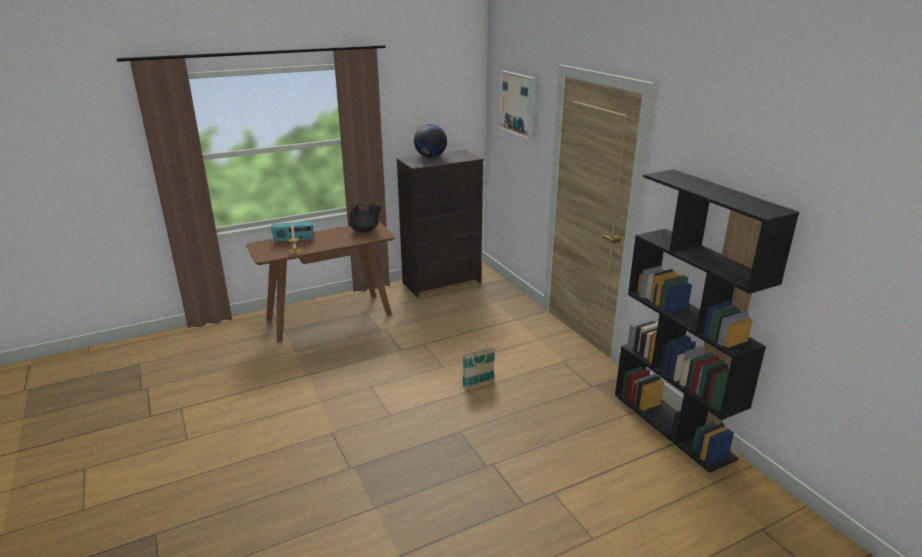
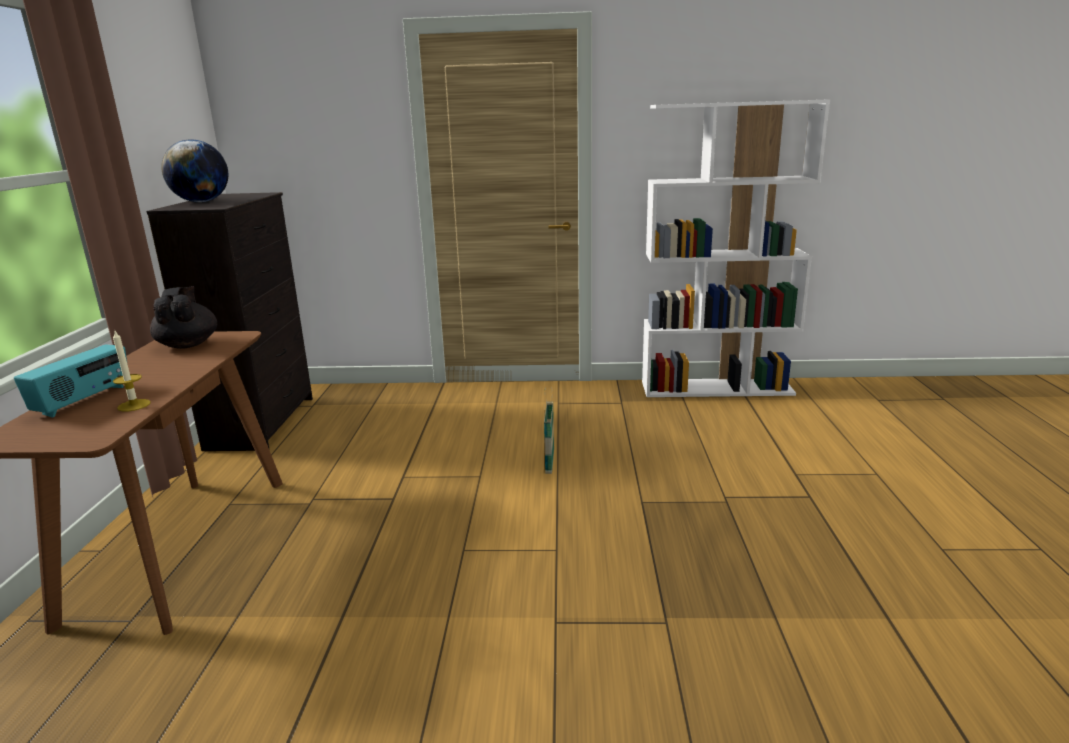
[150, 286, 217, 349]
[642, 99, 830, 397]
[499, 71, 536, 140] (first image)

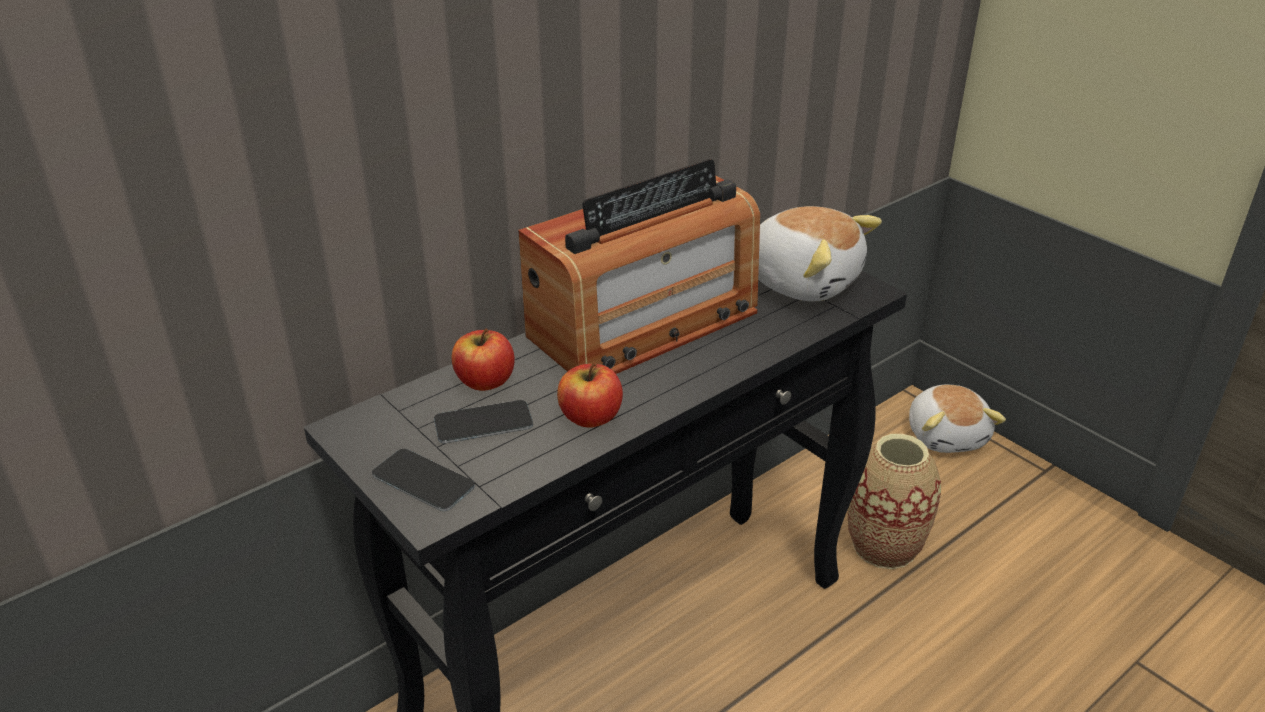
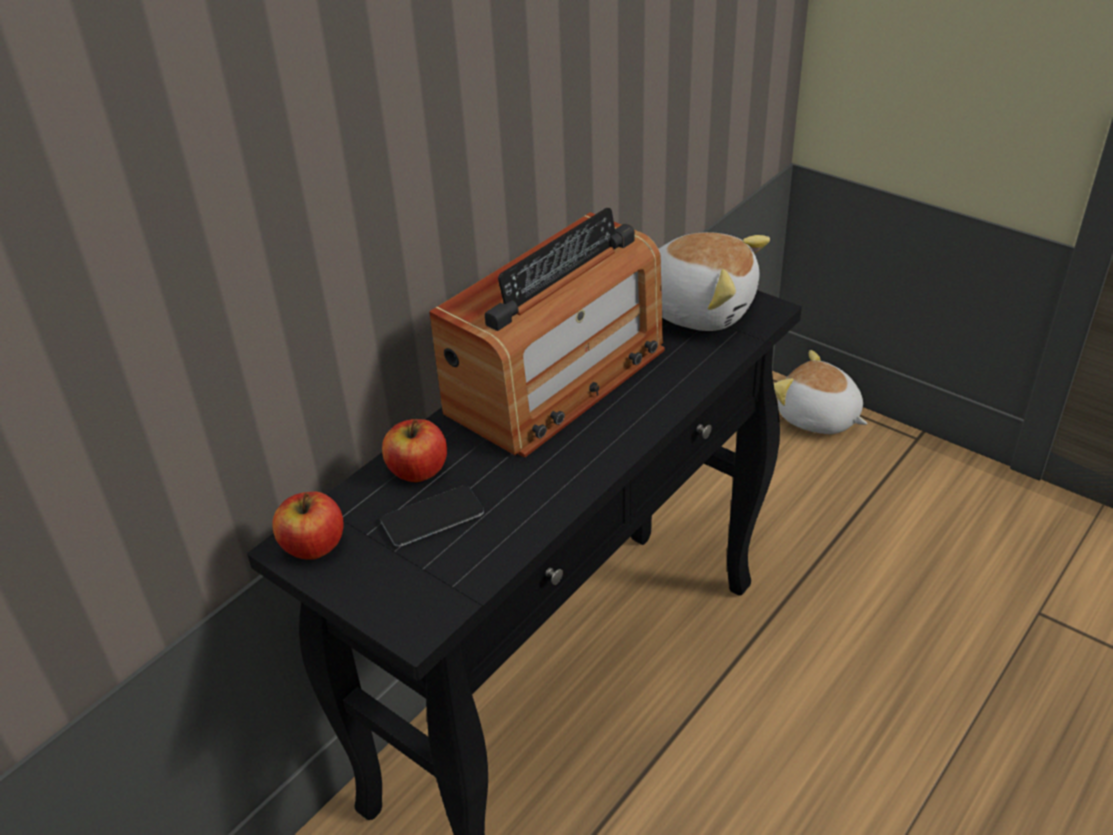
[272, 492, 344, 560]
[774, 350, 867, 434]
[372, 449, 475, 511] (first image)
[848, 434, 941, 569] (first image)

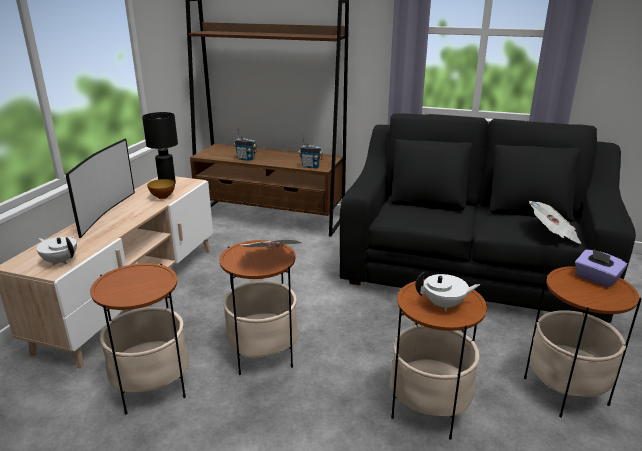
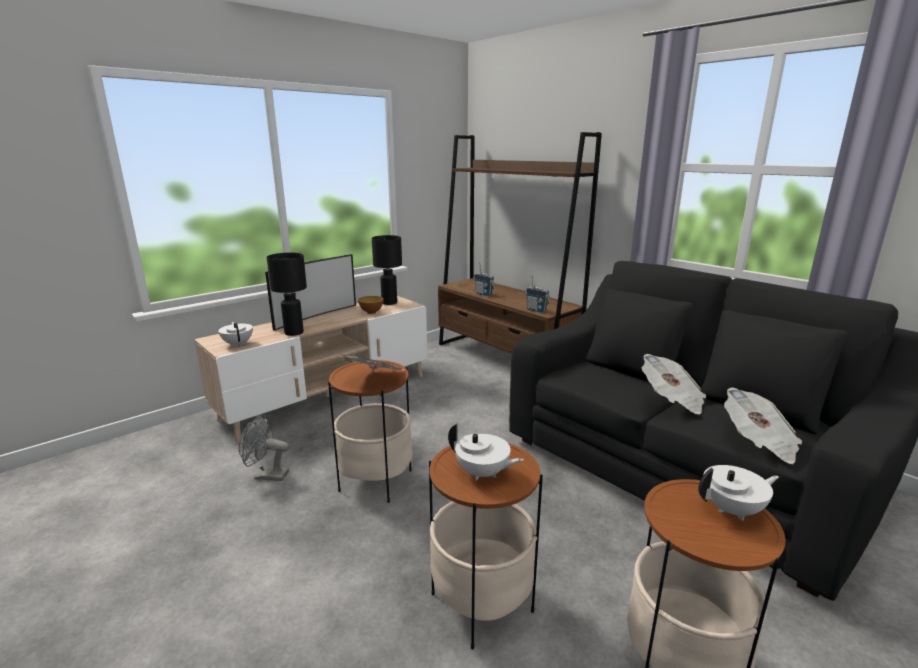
[239, 415, 289, 481]
[267, 253, 307, 336]
[642, 354, 706, 415]
[698, 465, 779, 521]

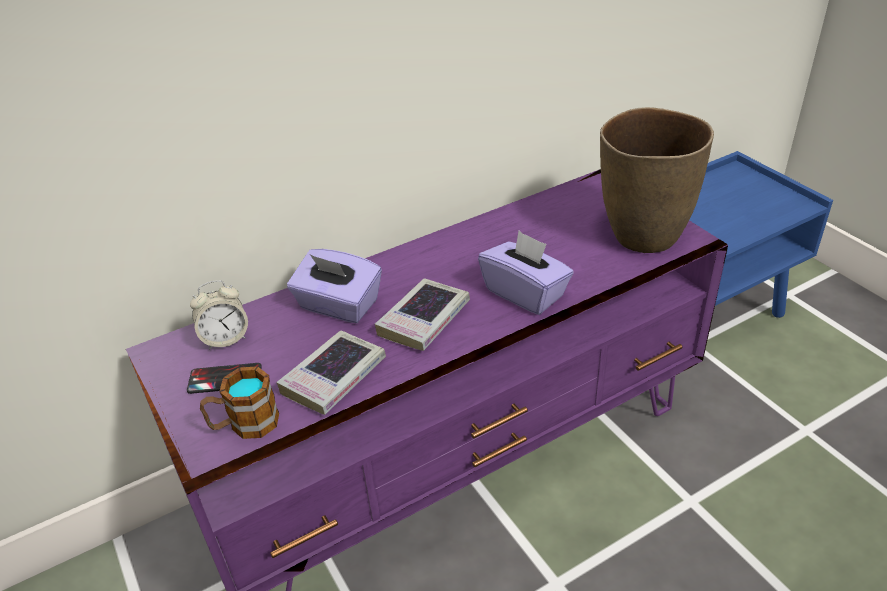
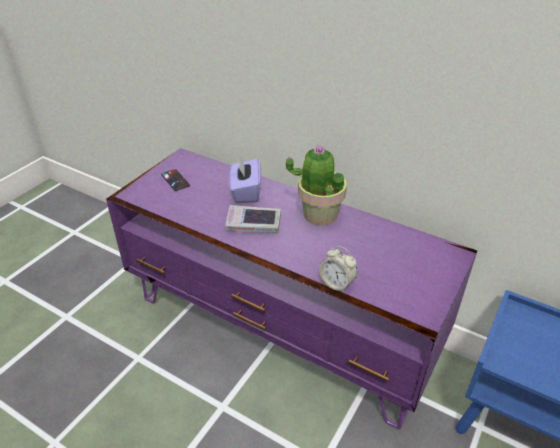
[286, 145, 347, 225]
[319, 246, 357, 293]
[200, 367, 279, 439] (first image)
[276, 330, 386, 415] (first image)
[478, 231, 574, 315] (first image)
[600, 107, 714, 253] (first image)

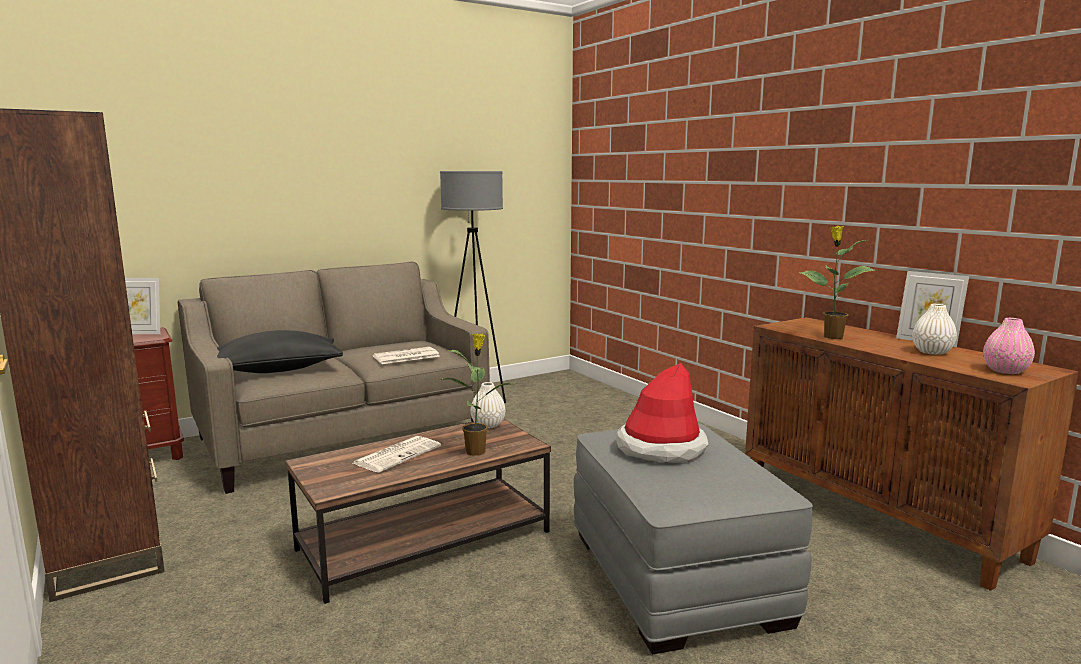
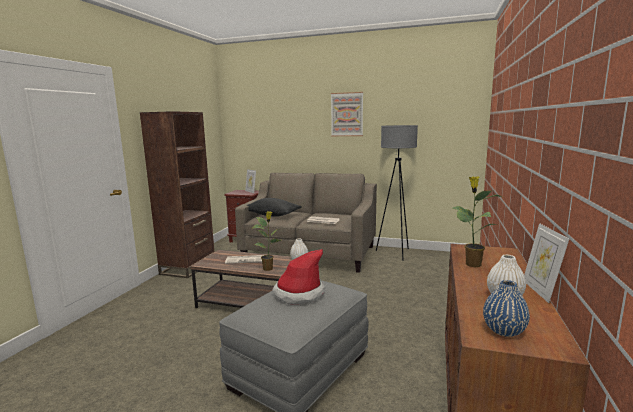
[331, 92, 363, 136]
[483, 280, 530, 337]

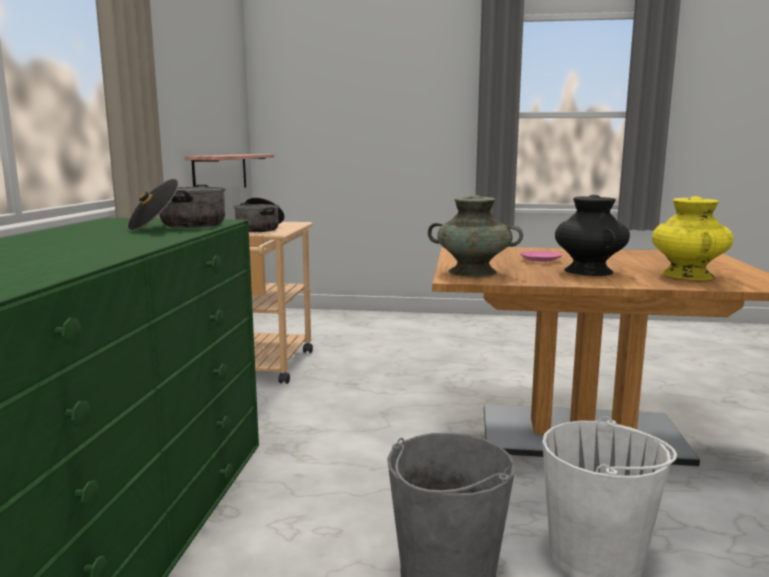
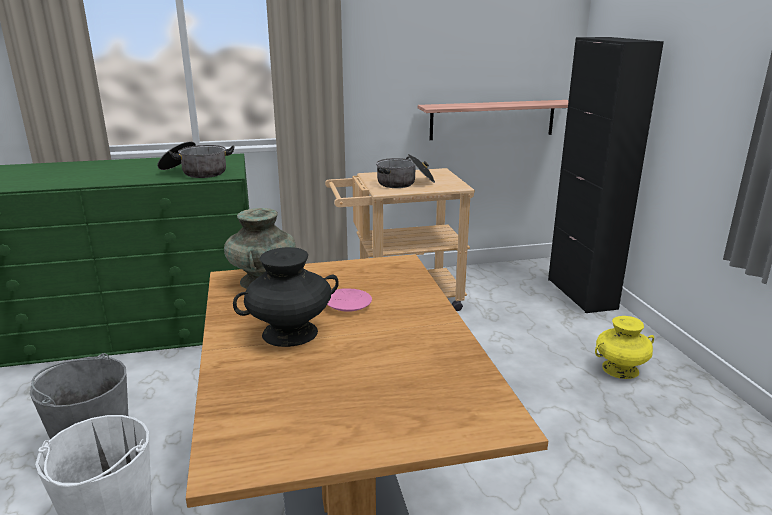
[548, 37, 664, 313]
[595, 316, 654, 379]

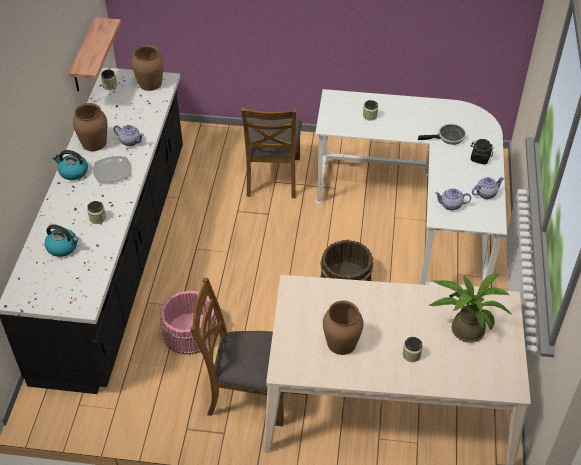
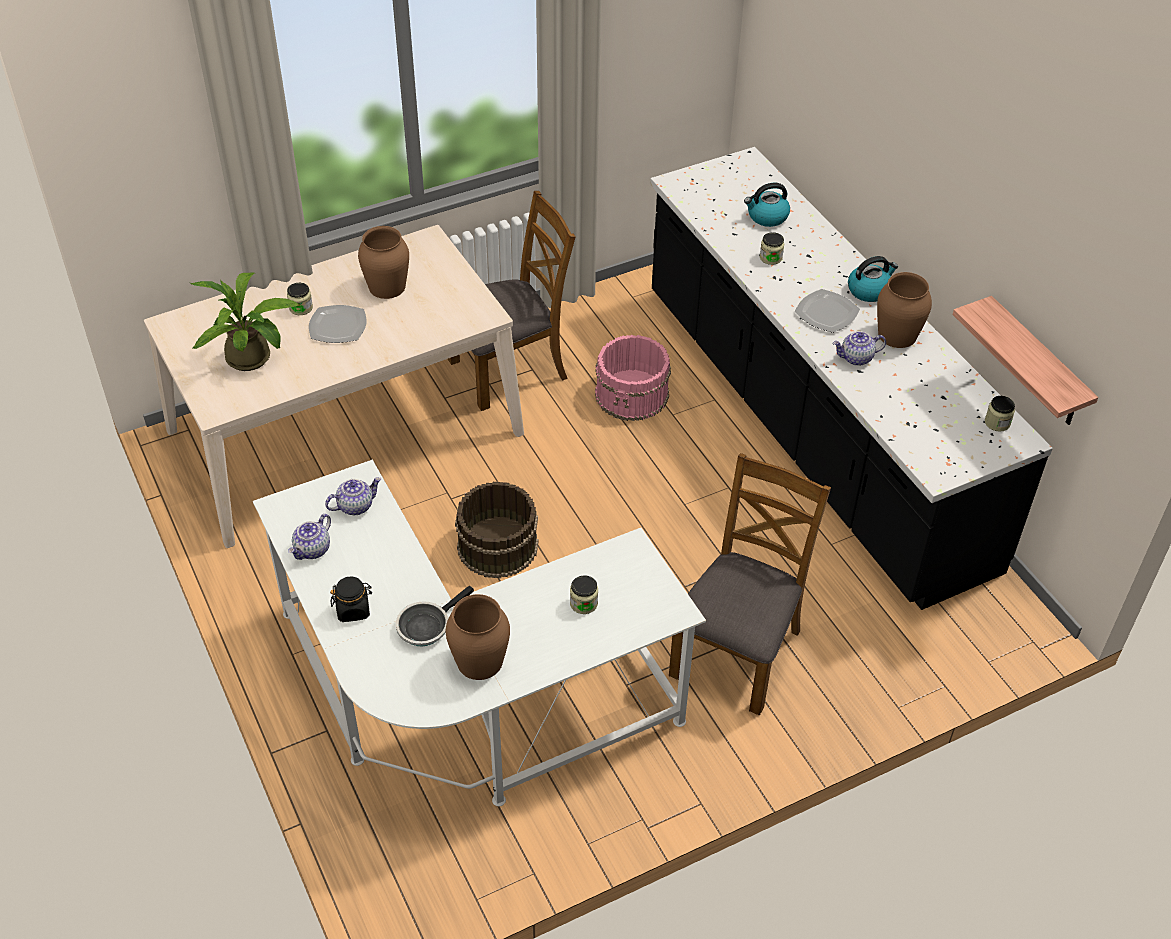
[309, 305, 367, 343]
[446, 594, 510, 680]
[669, 453, 831, 715]

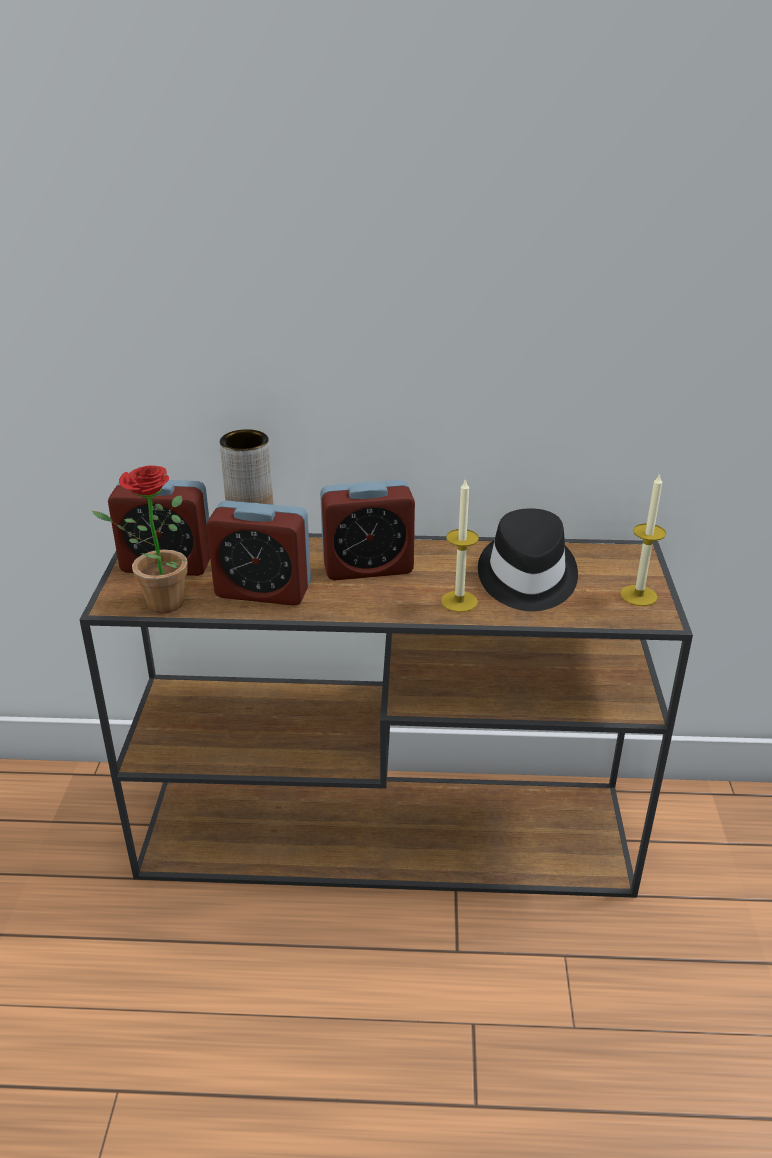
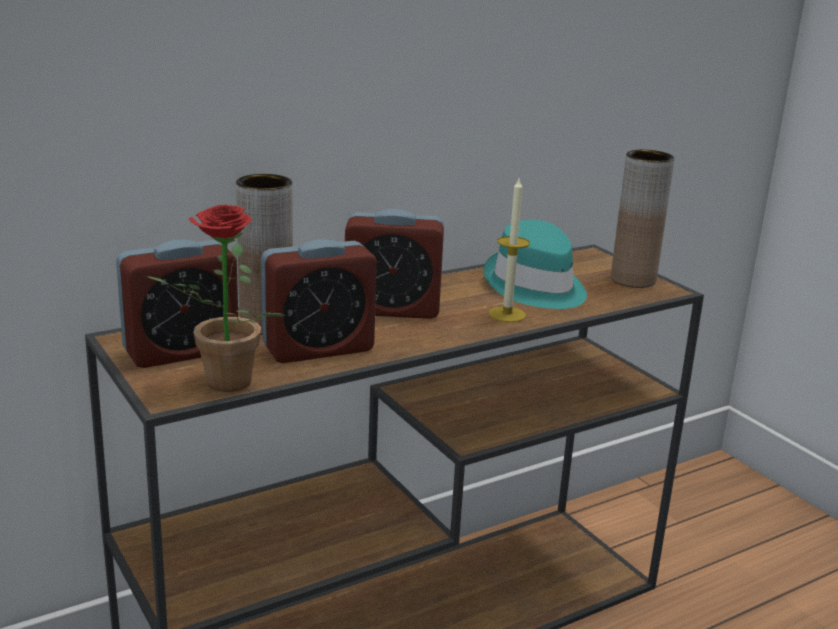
[345, 209, 444, 319]
[483, 220, 587, 309]
[611, 150, 675, 288]

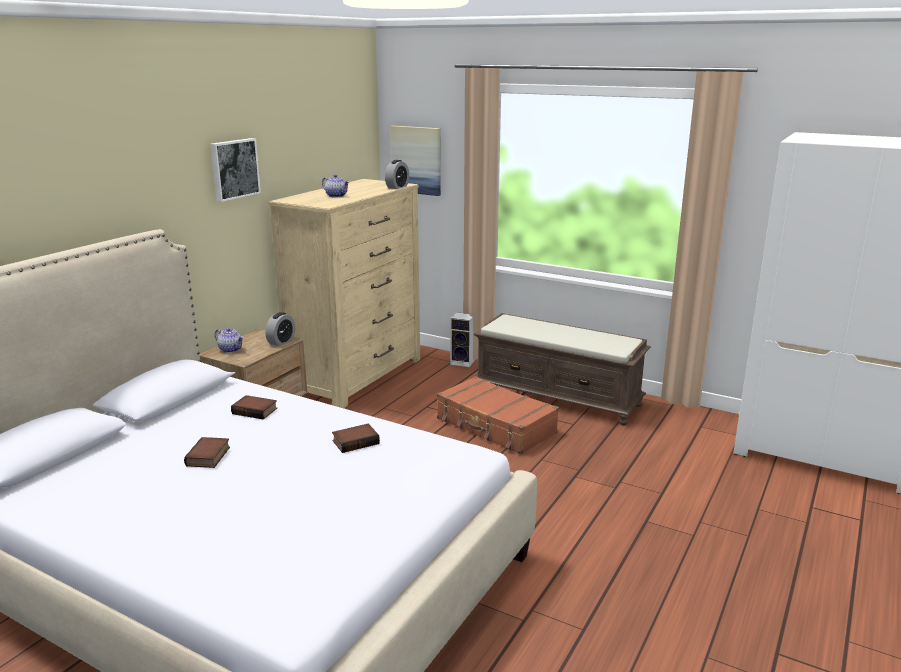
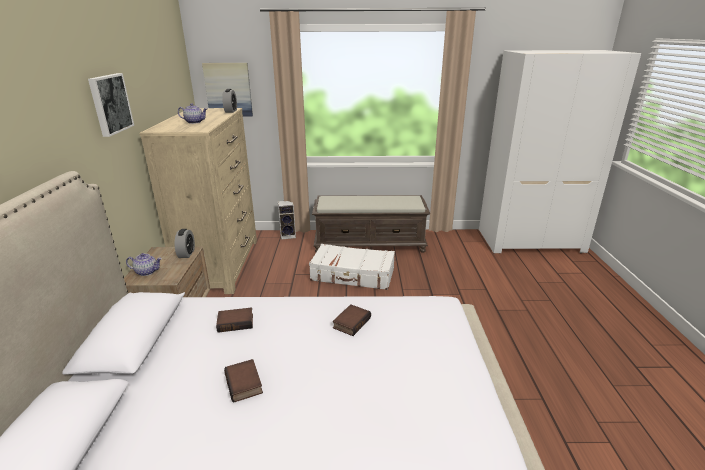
[309, 244, 395, 290]

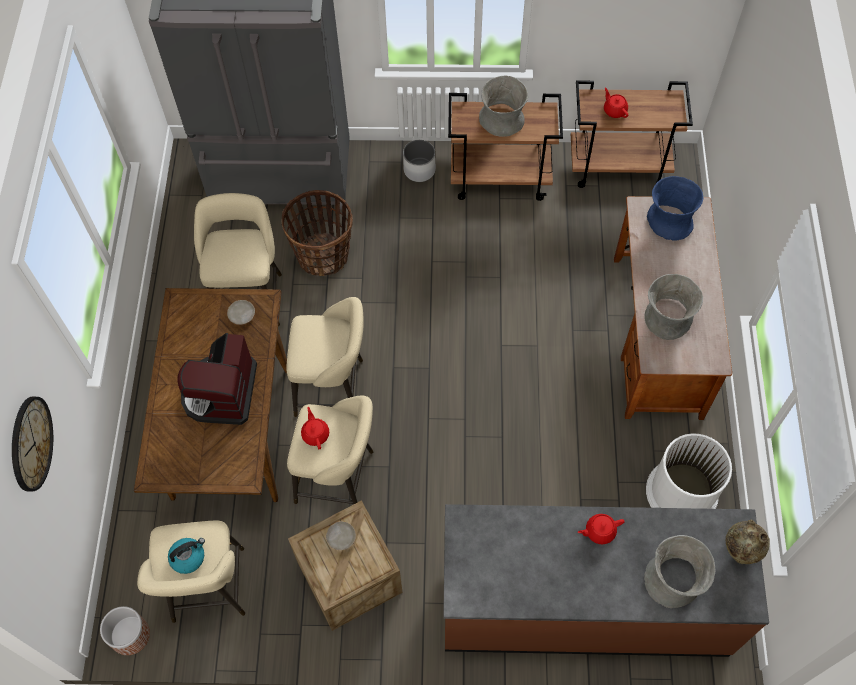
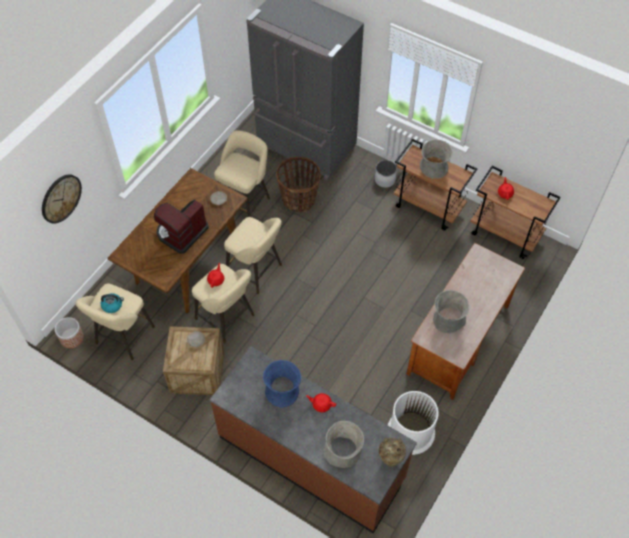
[263, 360, 301, 407]

